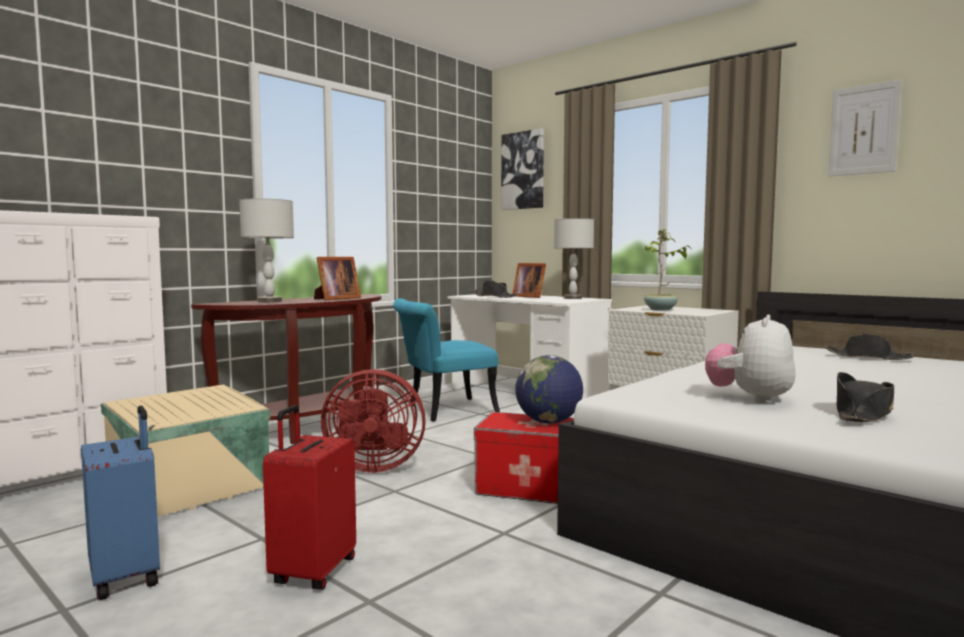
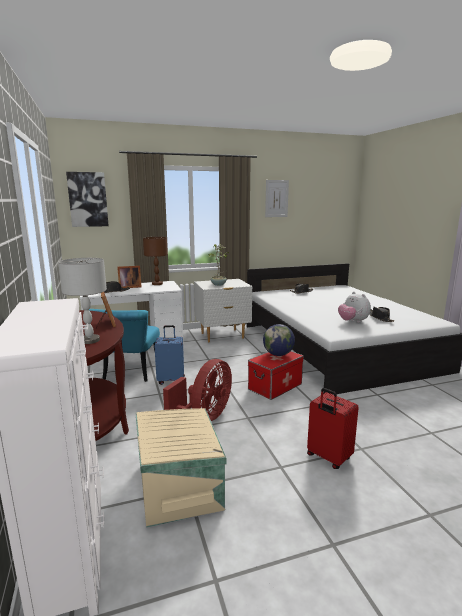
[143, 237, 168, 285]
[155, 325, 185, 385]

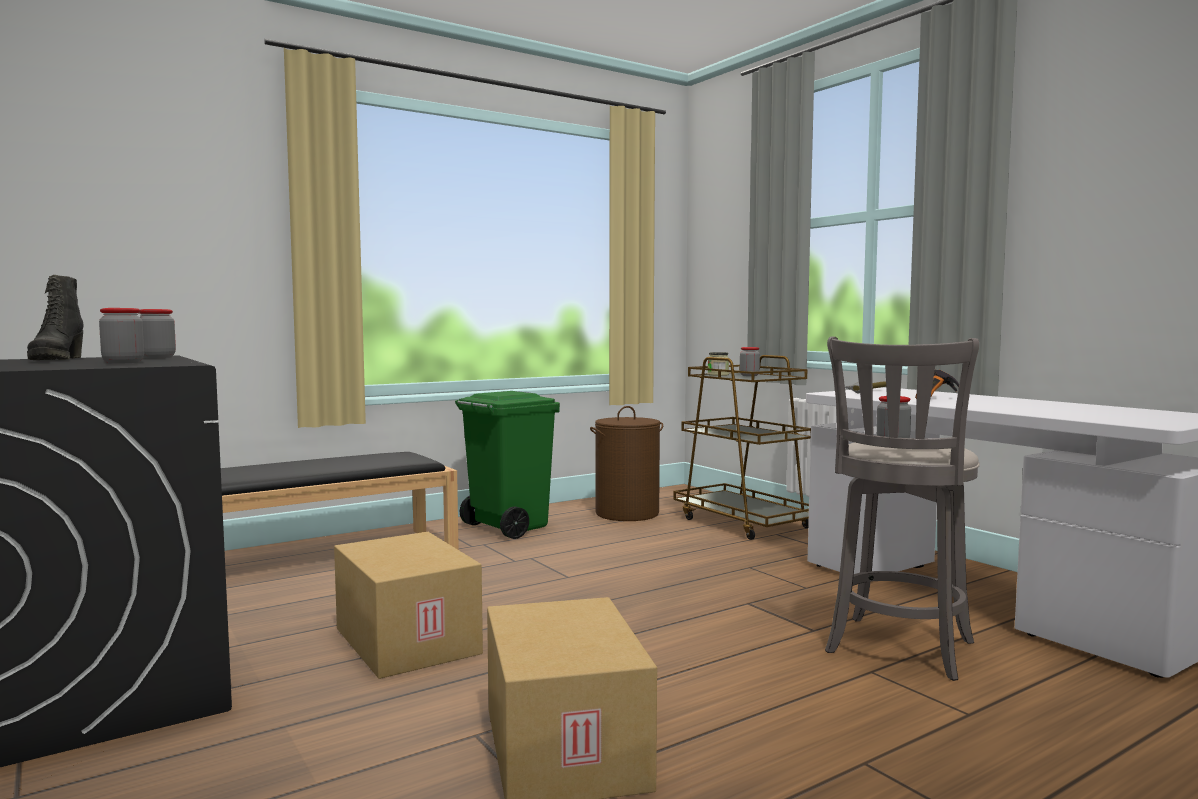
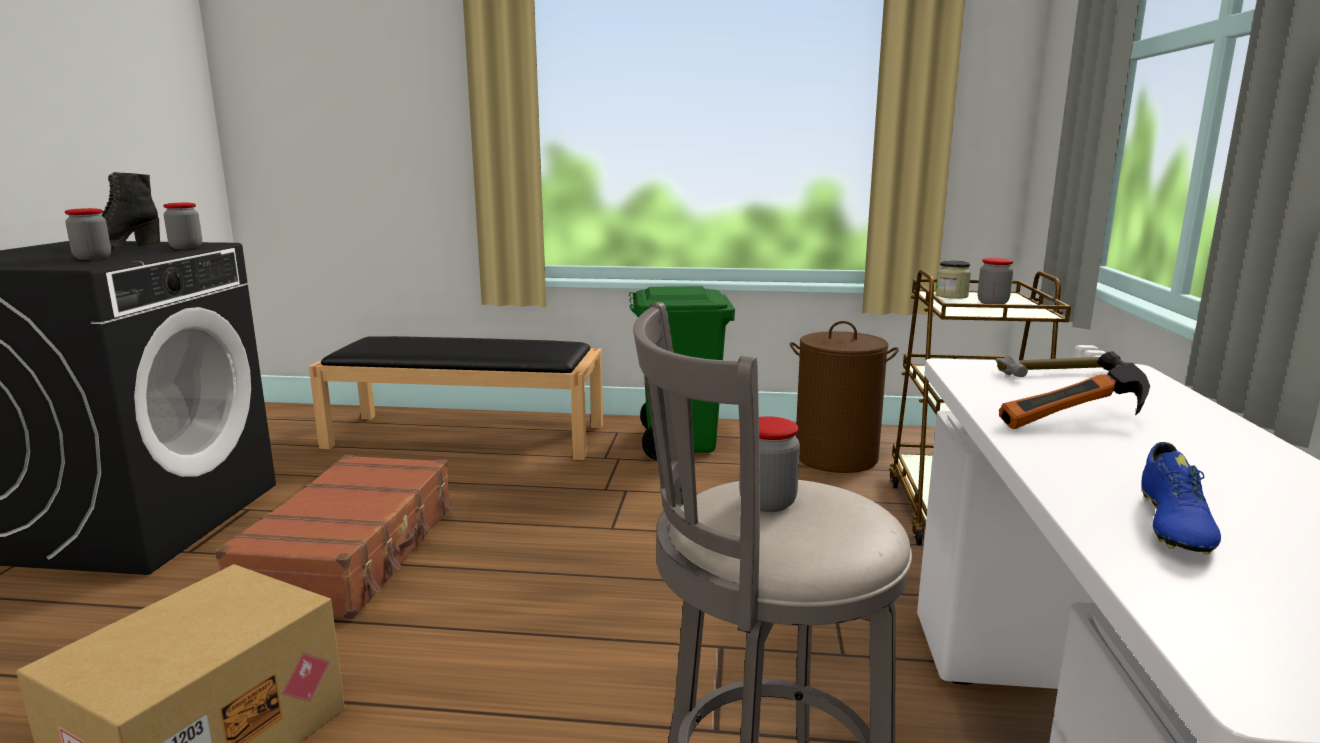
[215, 455, 453, 619]
[1141, 442, 1221, 555]

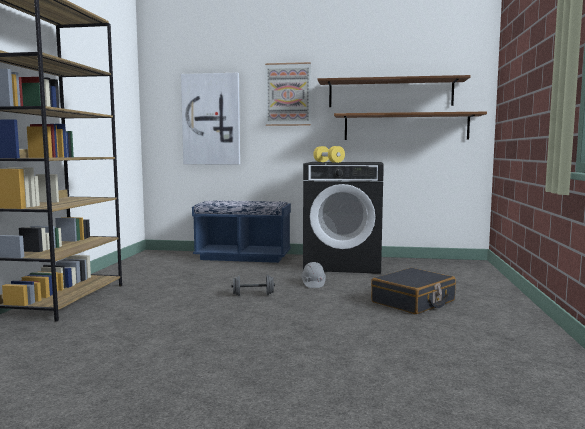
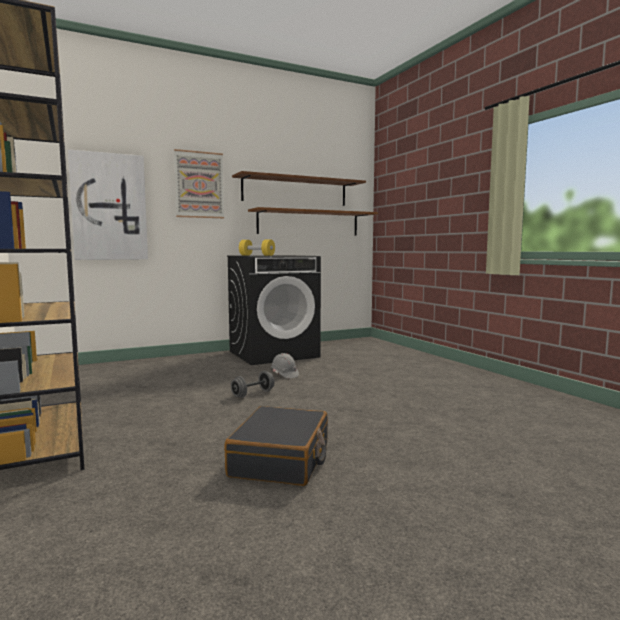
[224, 406, 328, 486]
[192, 201, 291, 263] (first image)

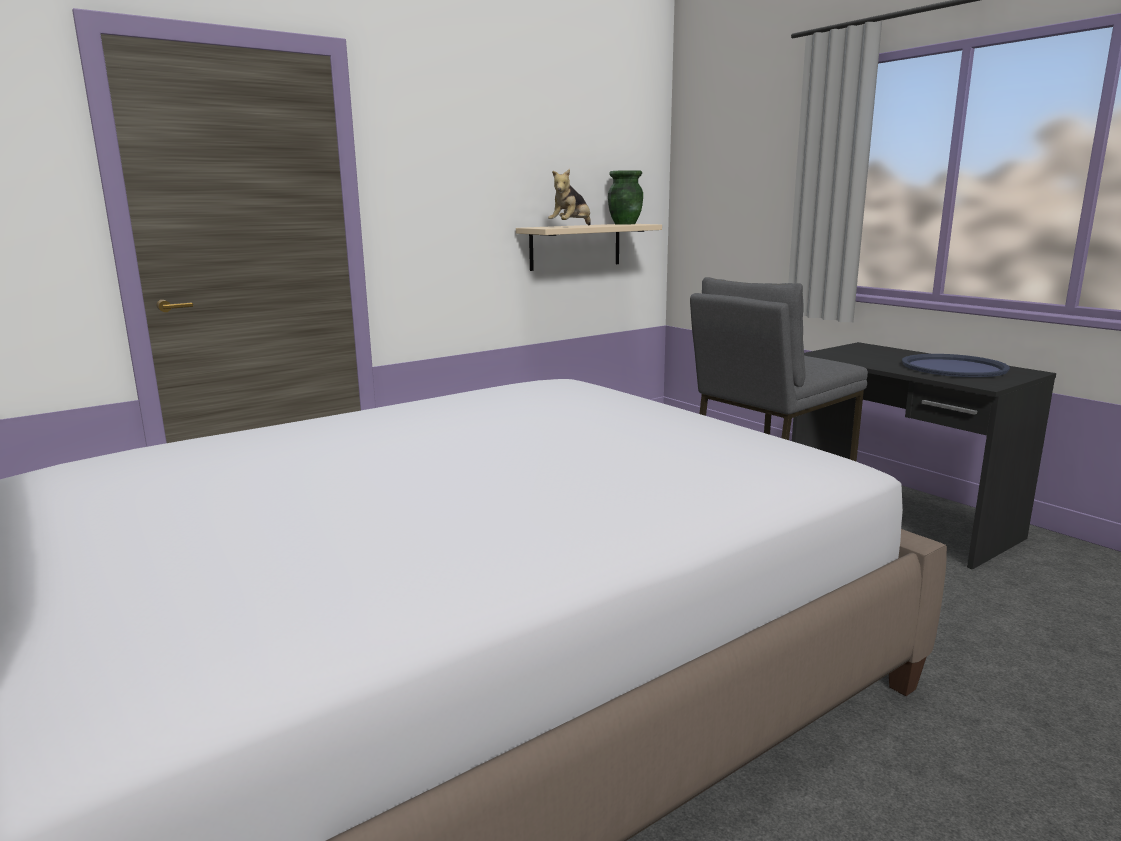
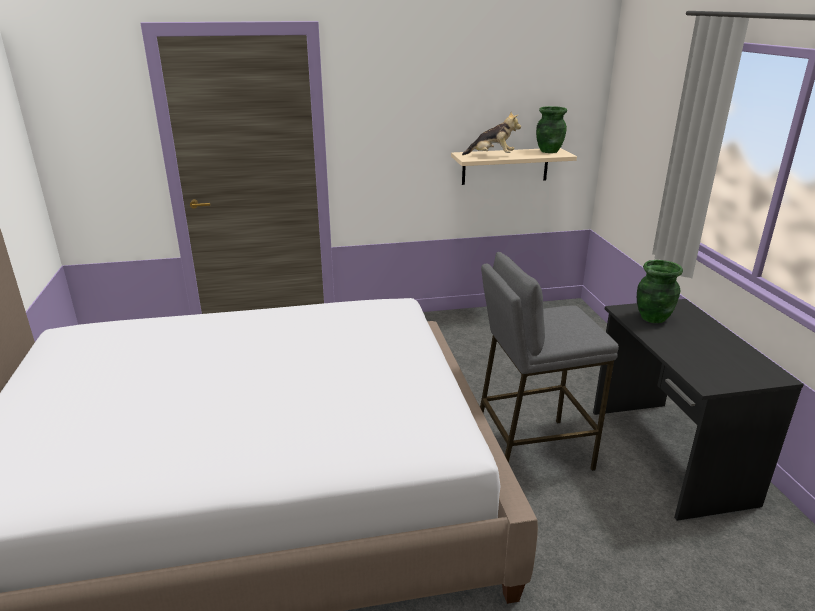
[462, 112, 521, 155]
[637, 260, 683, 323]
[902, 354, 1010, 377] (first image)

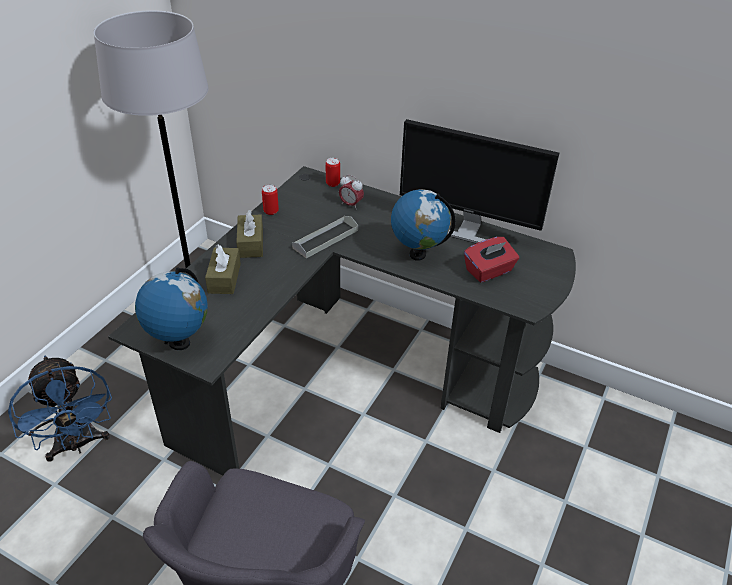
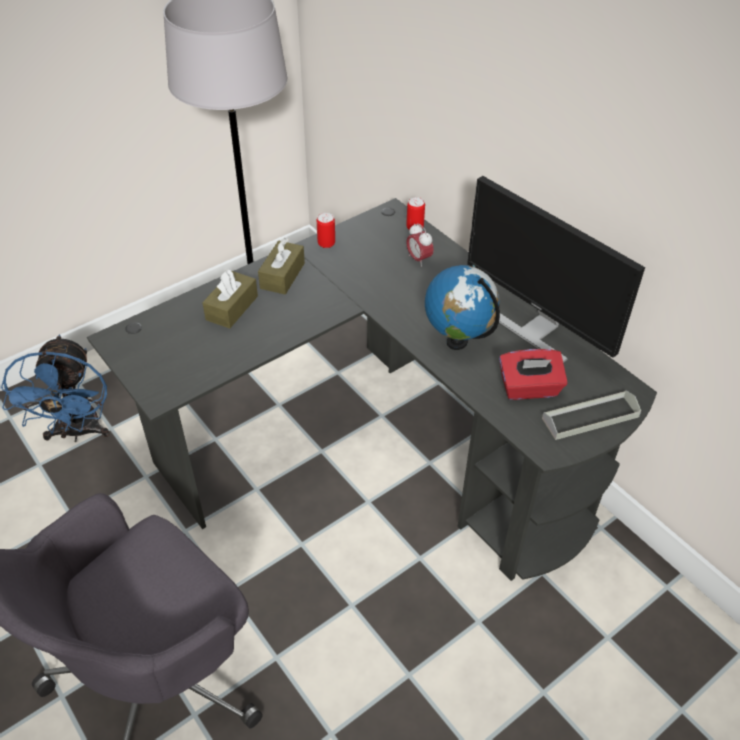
[542, 390, 641, 440]
[135, 268, 208, 350] (first image)

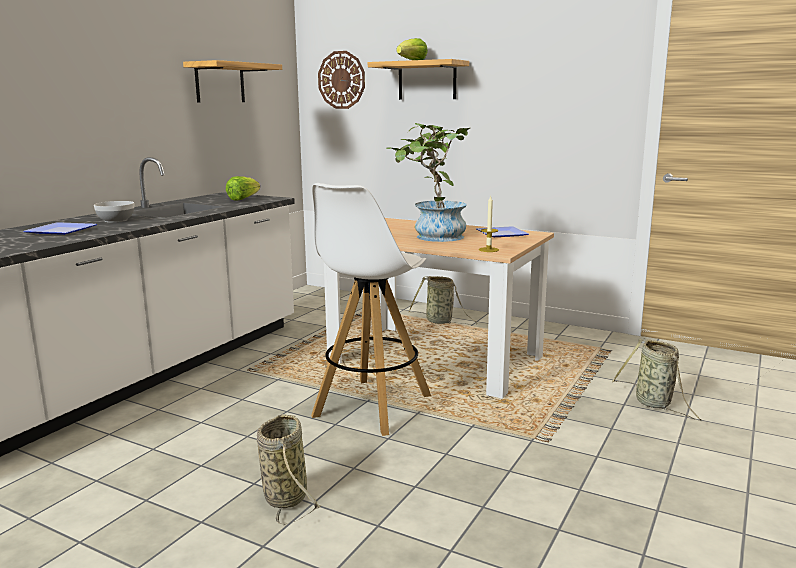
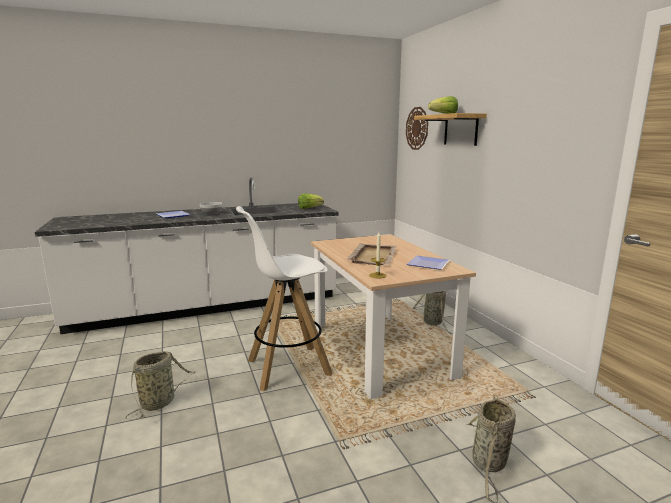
[347, 243, 397, 265]
[183, 60, 282, 103] (first image)

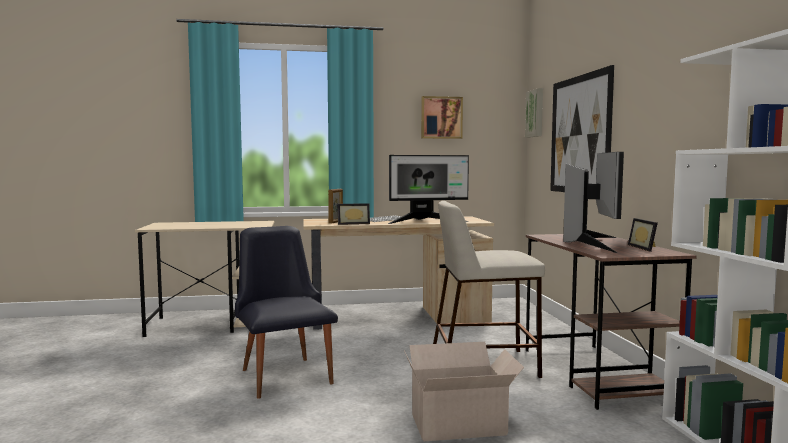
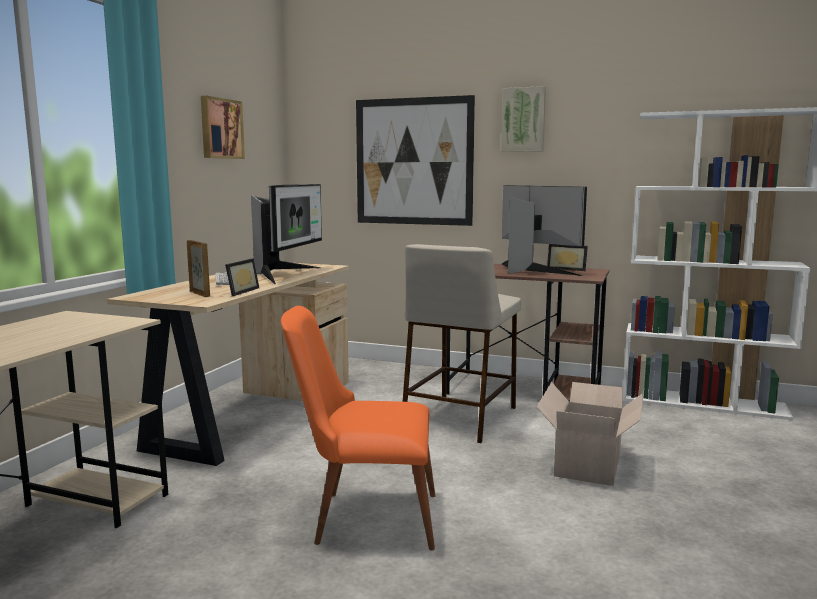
[281, 306, 435, 551]
[501, 86, 546, 152]

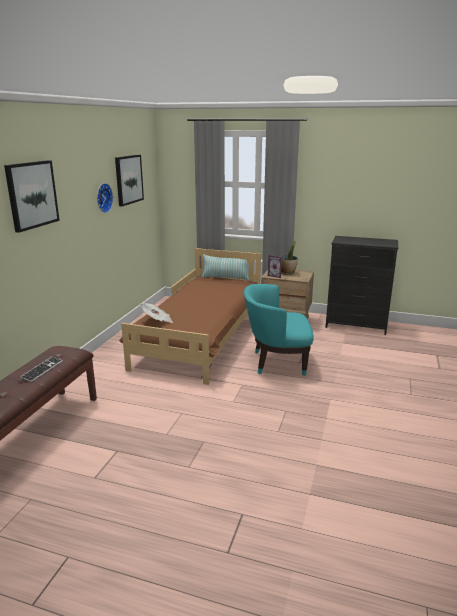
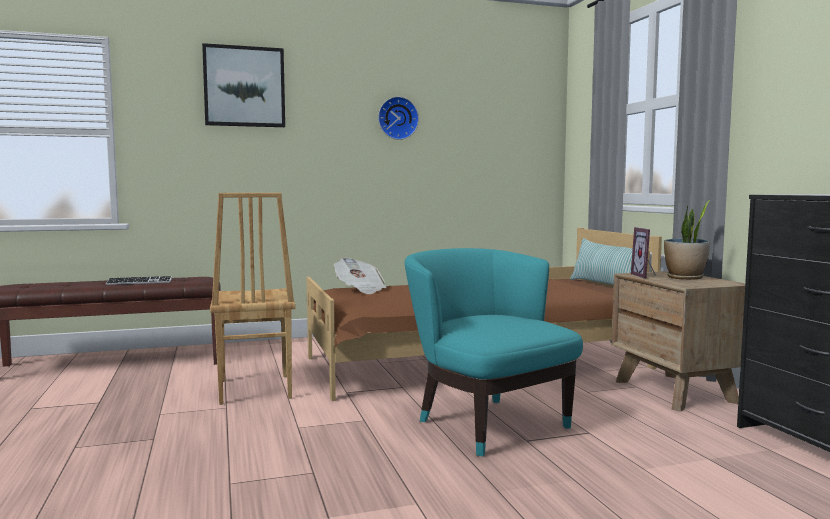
[210, 193, 296, 405]
[115, 155, 144, 206] (first image)

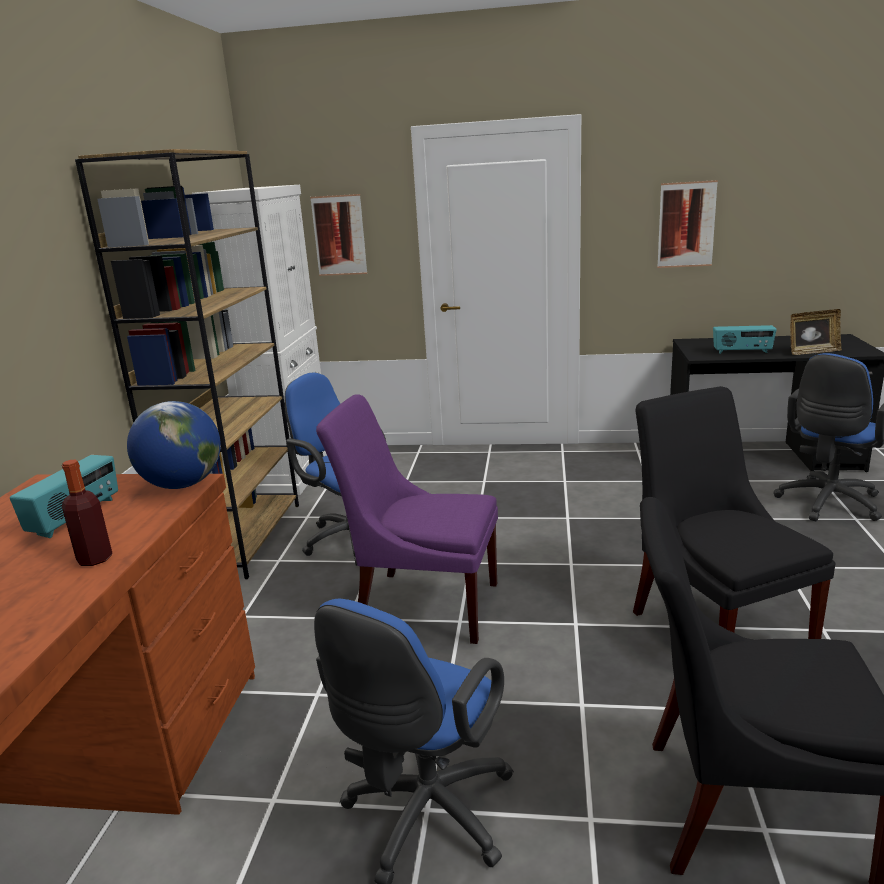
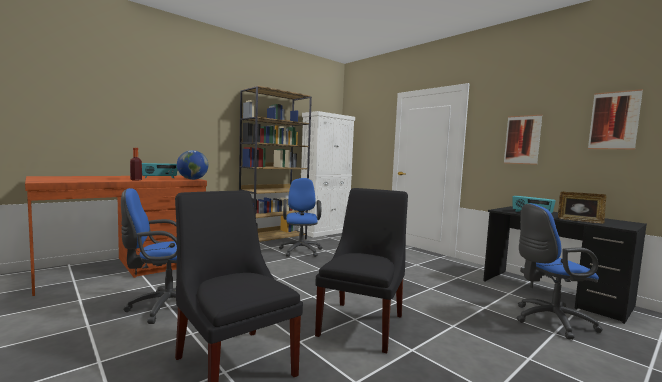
[588, 89, 643, 150]
[316, 394, 498, 644] (first image)

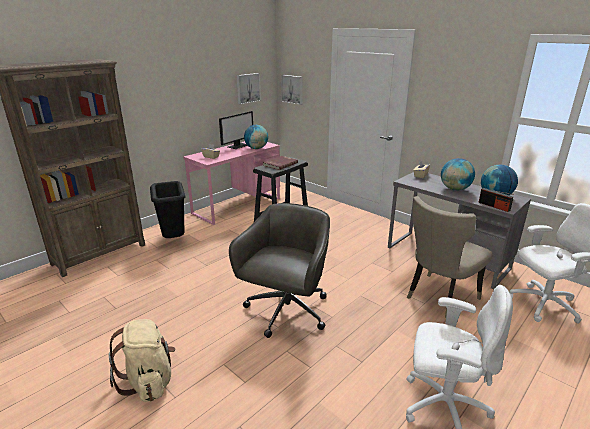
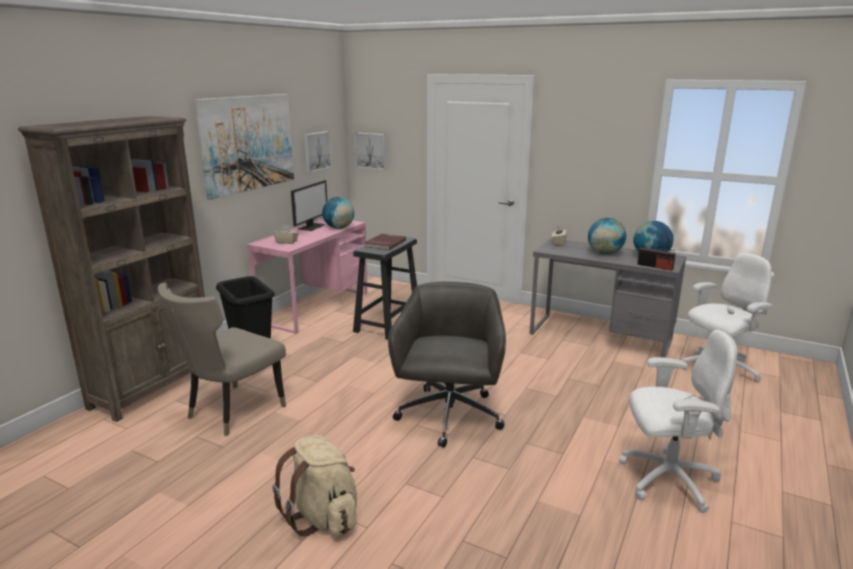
[158, 283, 286, 436]
[194, 94, 294, 200]

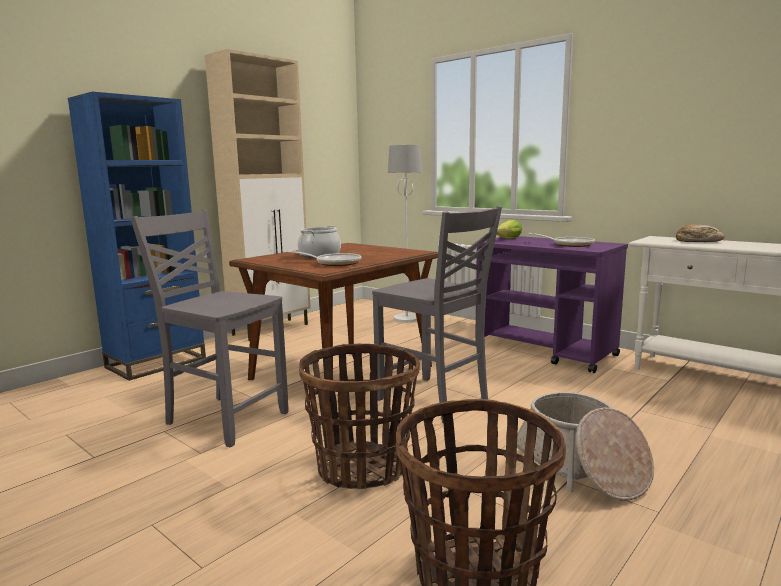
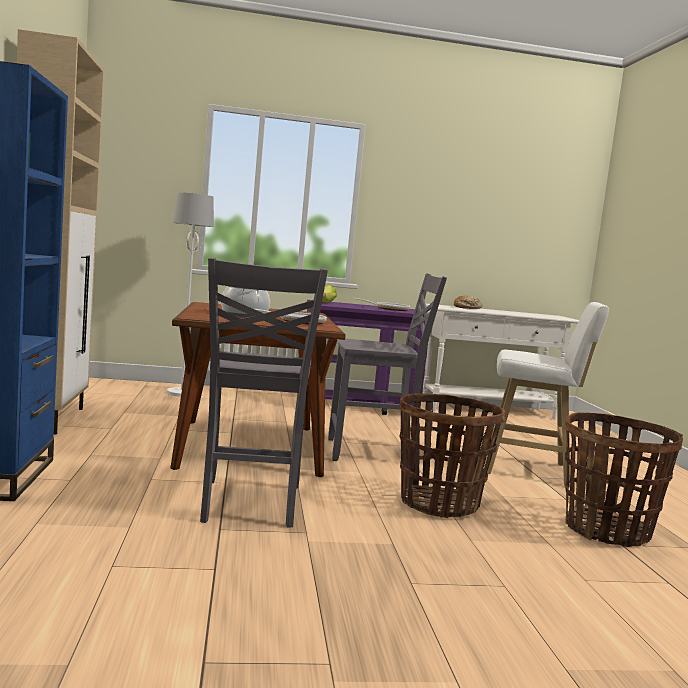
[200, 258, 328, 528]
[487, 302, 609, 487]

